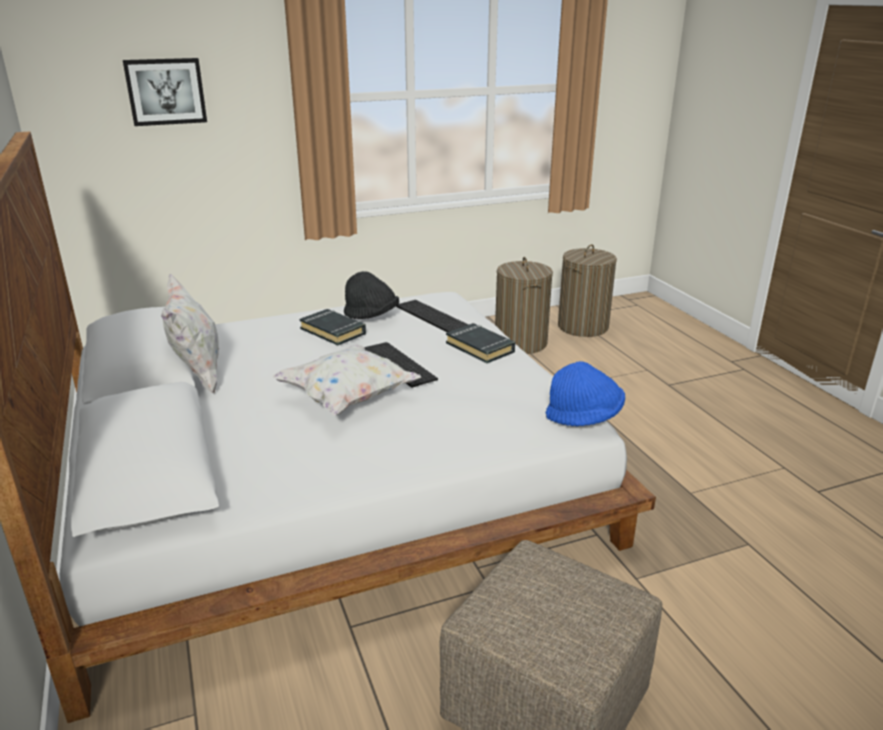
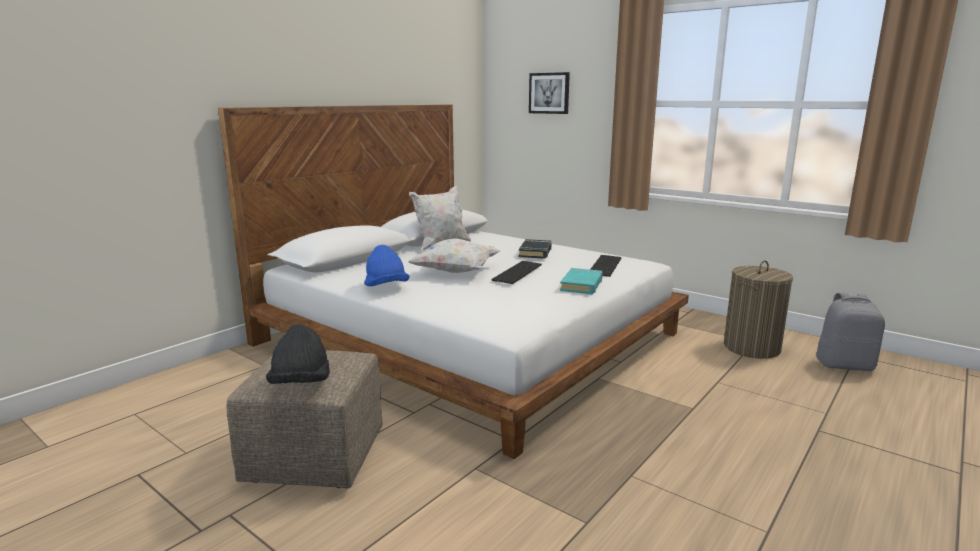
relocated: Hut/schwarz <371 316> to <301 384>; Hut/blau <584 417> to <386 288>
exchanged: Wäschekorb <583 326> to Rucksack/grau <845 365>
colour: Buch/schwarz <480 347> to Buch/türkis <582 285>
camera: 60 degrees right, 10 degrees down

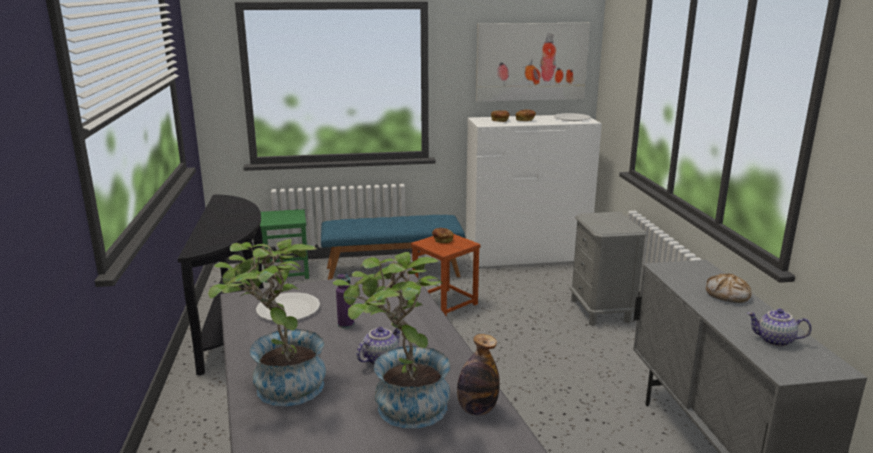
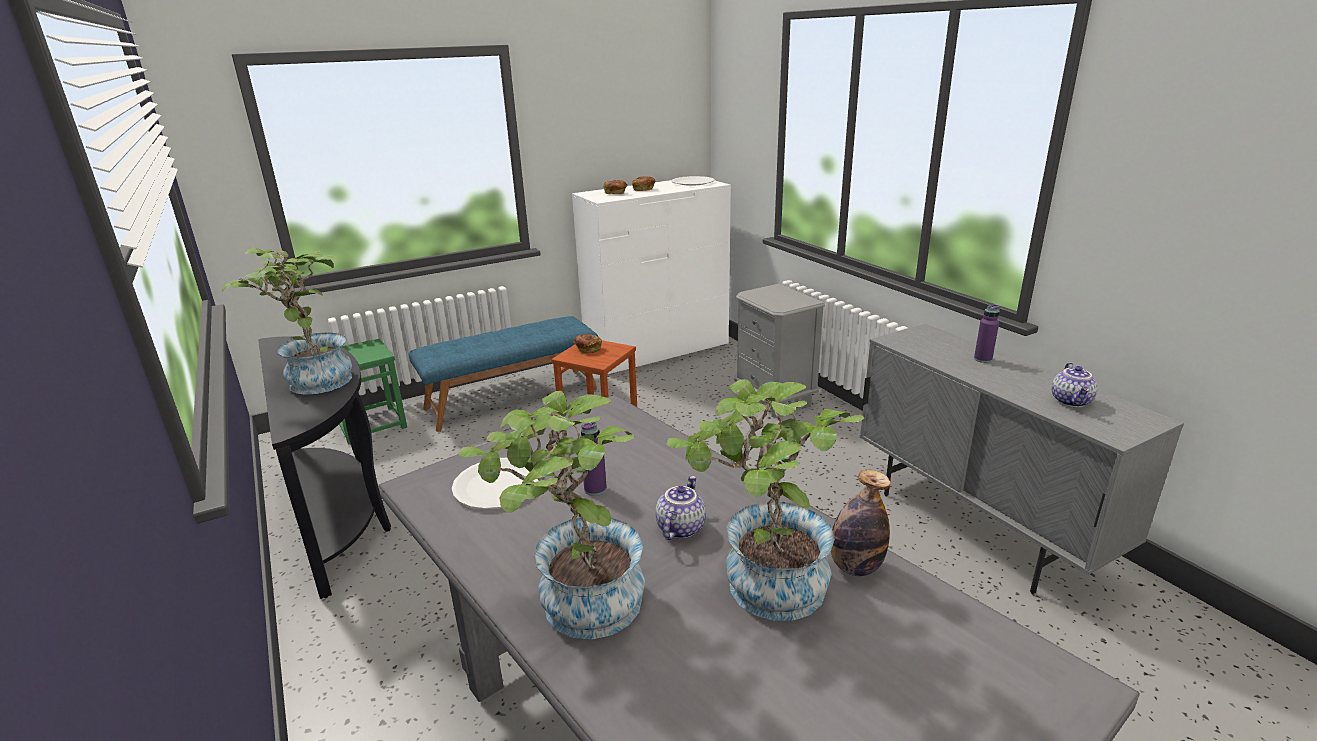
missing: Bild <531 62>
appeared: Topfpflanze <313 380>
exchanged: Brot <727 295> to Flasche/lila <982 359>
spun: Teekanne <774 341> = <1072 401> 75 degrees counterclockwise
camera: 20 degrees left, 5 degrees up

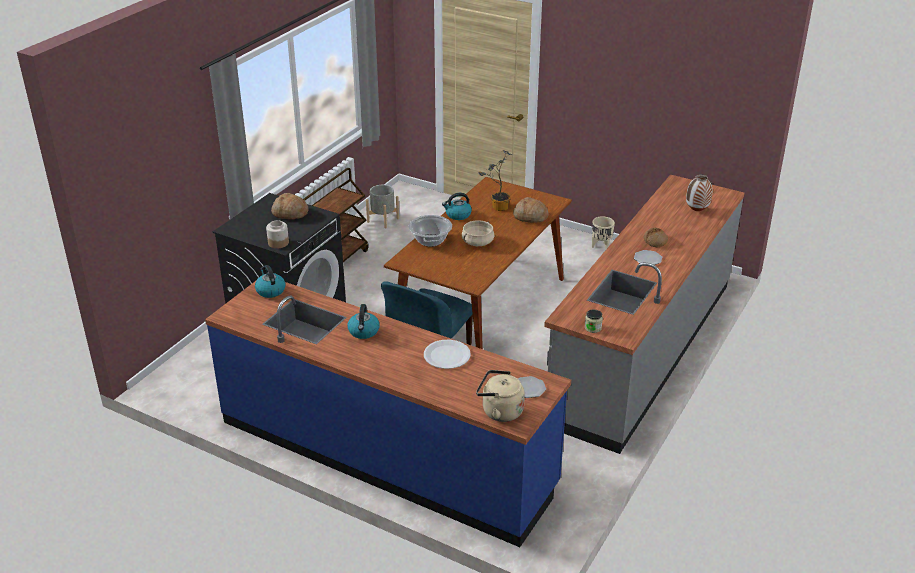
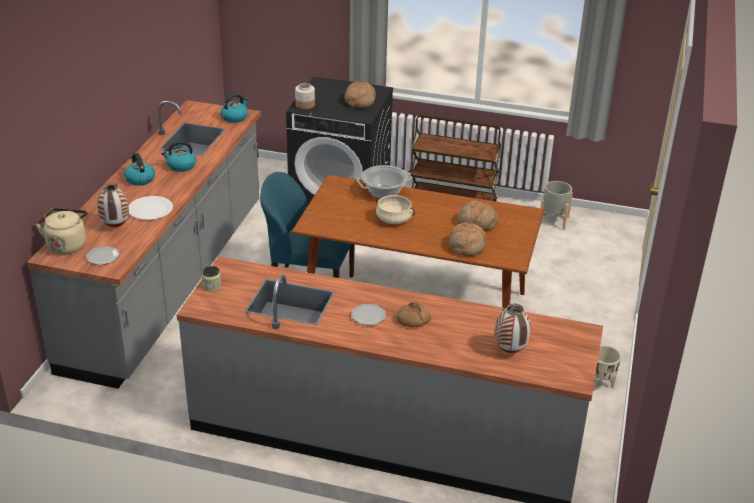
appeared: Vase <116 227>
relocated: Wasserkessel <458 215> to <140 179>
exchanged: Topfpflanze <497 207> to Brot <476 223>
colour: Küchenzeile/blau <386 453> to Küchenzeile/grau <169 283>
camera: 75 degrees right, 0 degrees up

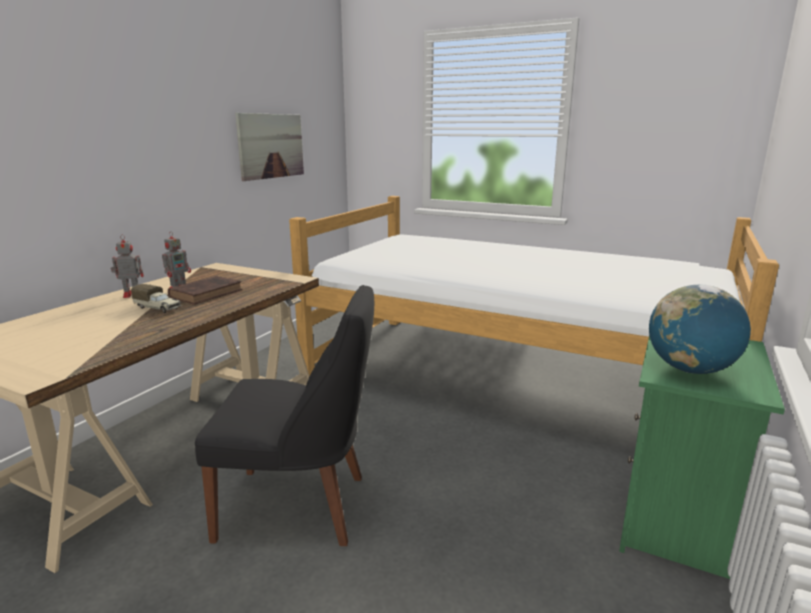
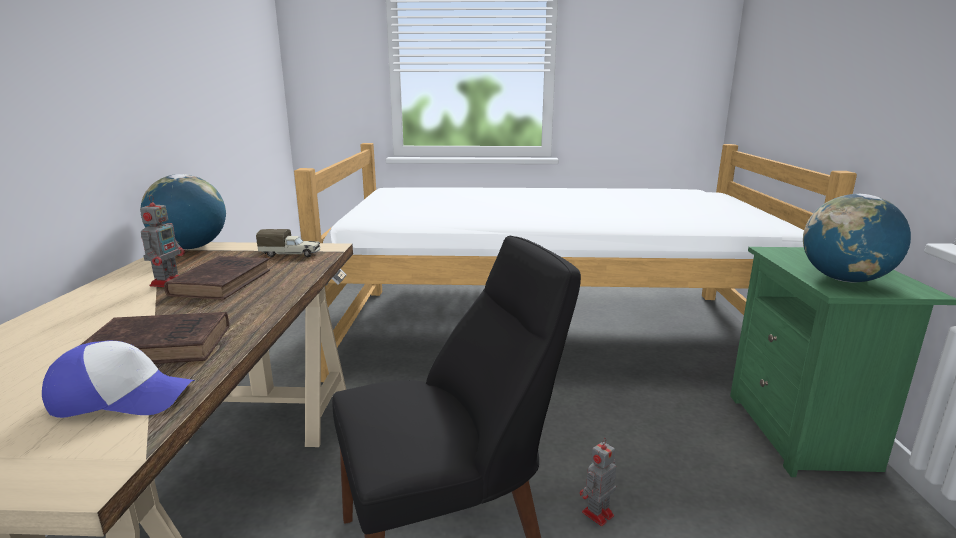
missing: Bild <271 146>
appeared: Kappe <122 397>; Buch/braun <164 346>; Globus <190 248>
relocated: Spielzeuglaster <158 308> to <291 254>; Spielzeugroboter <131 295> to <596 515>
camera: 25 degrees left, 0 degrees up

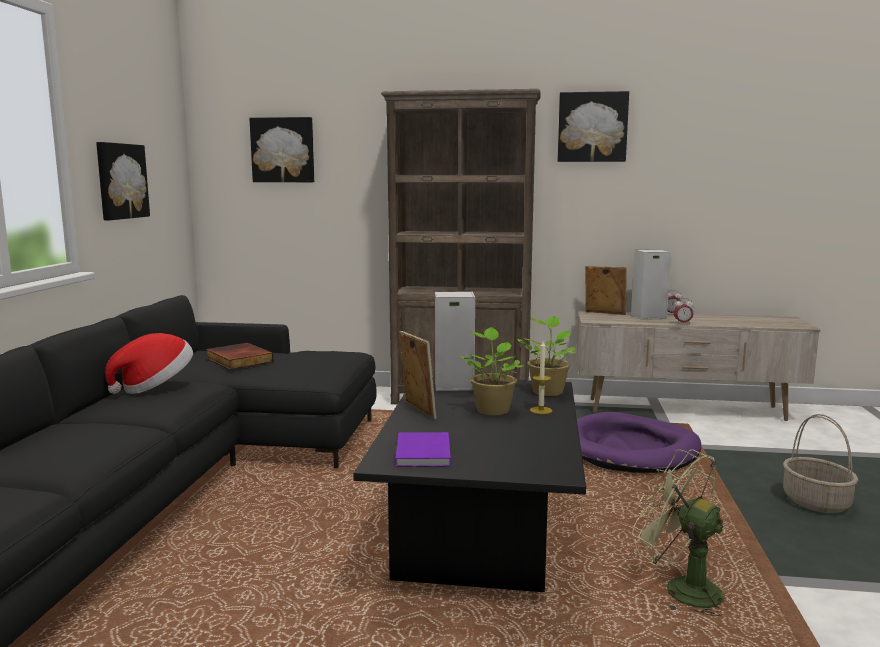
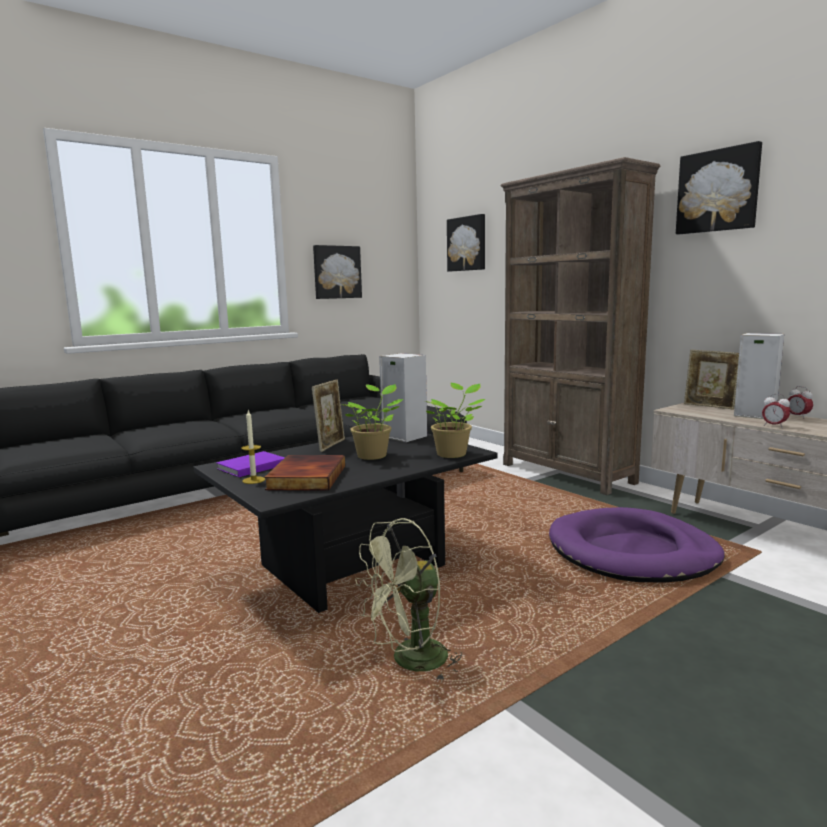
missing: Hut <155 387>; Korb <817 502>
relocated: Kerze <541 410> to <253 480>; Buch <238 360> to <305 477>
spun: Ventilator/grün <680 590> = <410 662> 120 degrees counterclockwise; Bilderrahmen <604 314> = <709 406> 150 degrees clockwise
camera: 45 degrees right, 0 degrees up

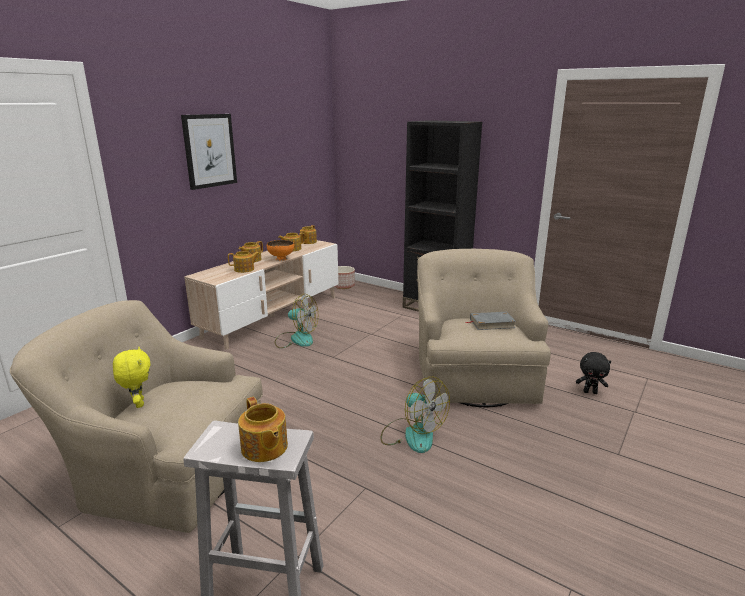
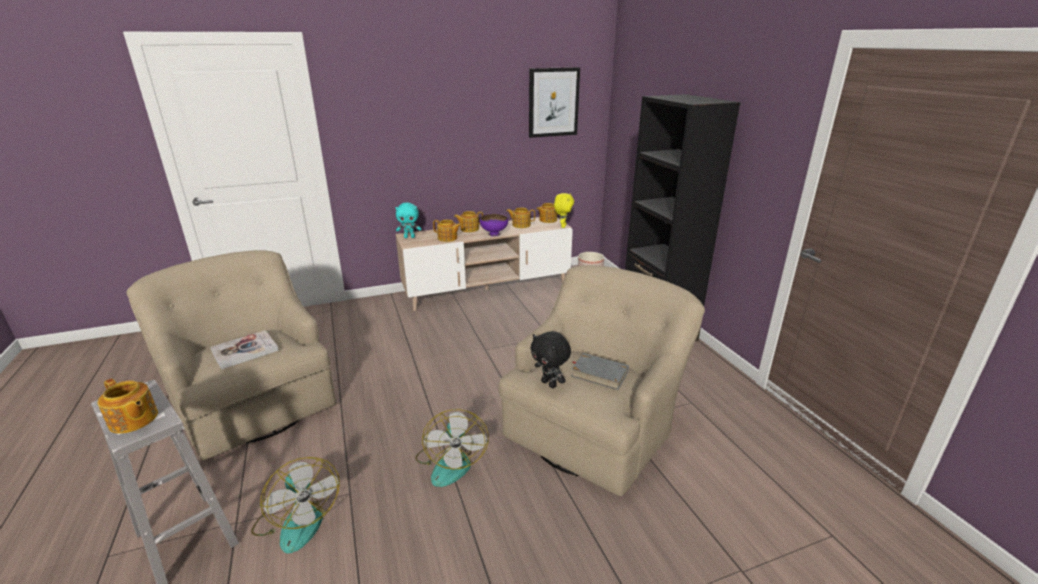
appeared: Buch <245 351>; Plüschtier/türkis <409 237>
relocated: Ventilator <296 339> to <297 520>; Bild <209 151> to <553 102>; Plüschtier/schwarz <590 392> to <549 384>; Plüschtier/gelb <138 403> to <562 226>
colour: Schüssel/orange <281 259> to Schüssel/lila <494 234>
spun: Teekanne <264 448> = <133 420> 60 degrees counterclockwise
camera: 35 degrees right, 5 degrees up

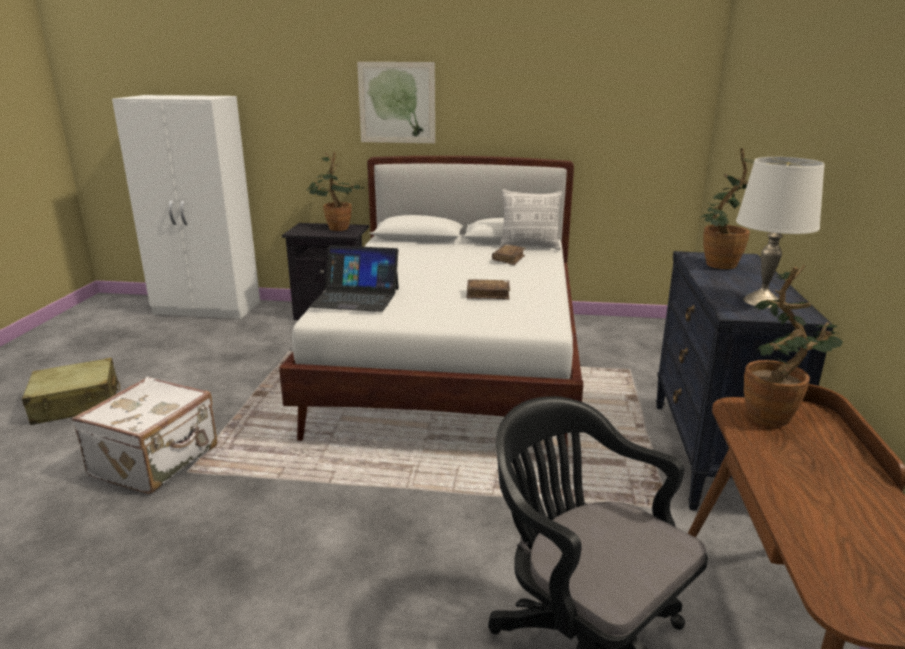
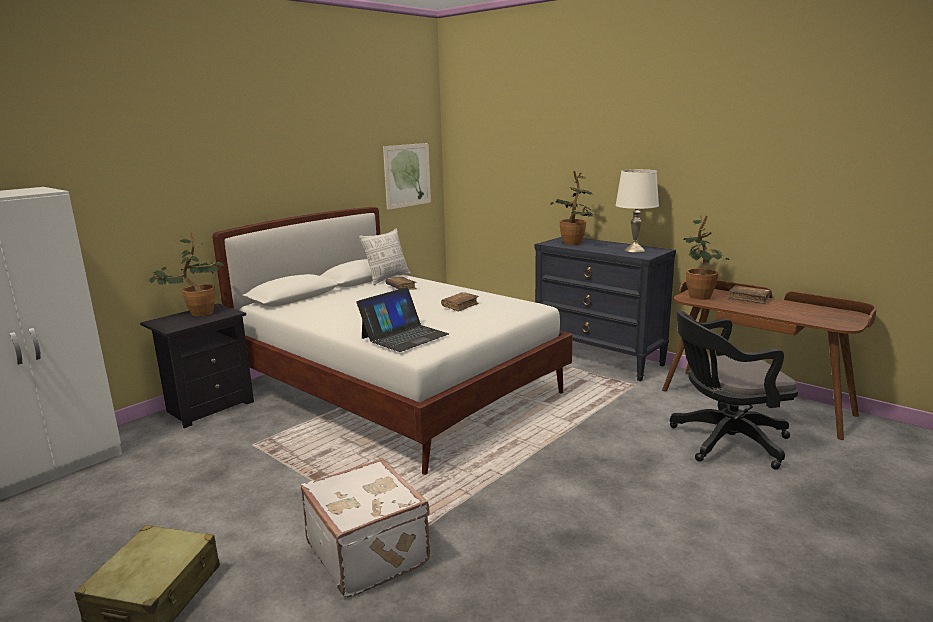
appeared: Buch/braun <749 299>
relocated: Bild <397 103> to <407 175>
camera: 55 degrees left, 5 degrees down

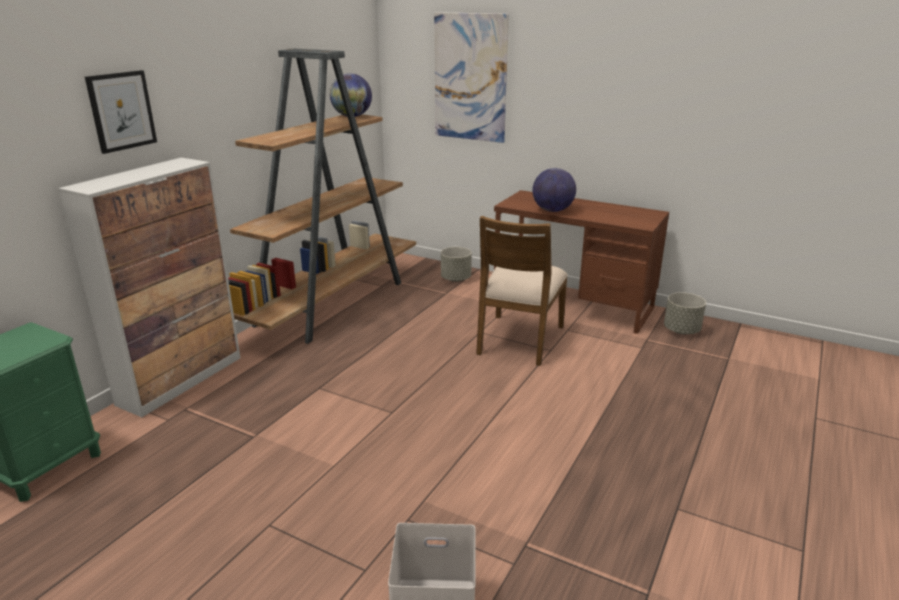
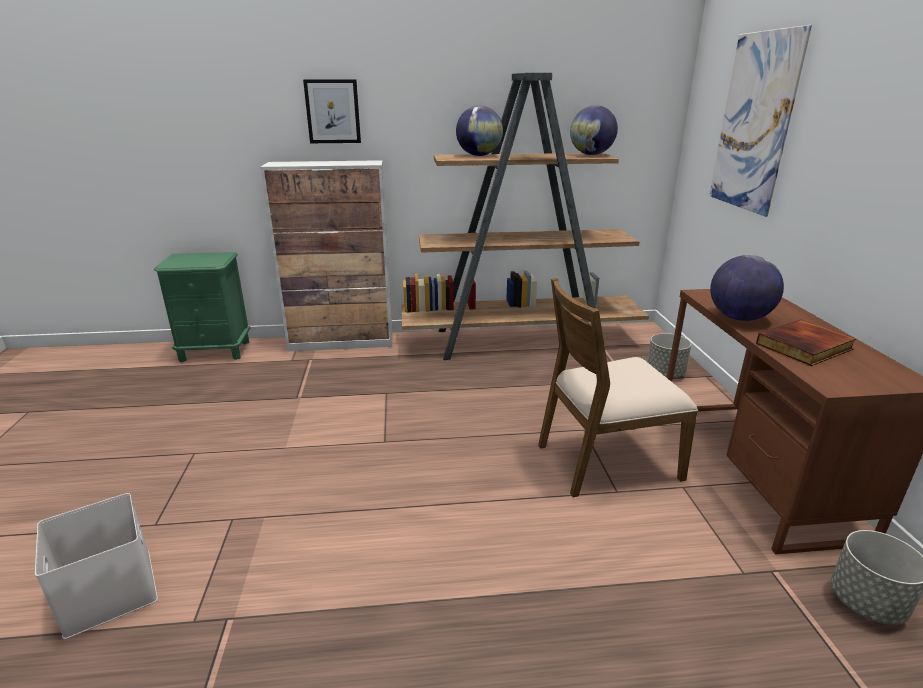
appeared: Globus <479 155>; Buch <805 347>
camera: 55 degrees right, 0 degrees up

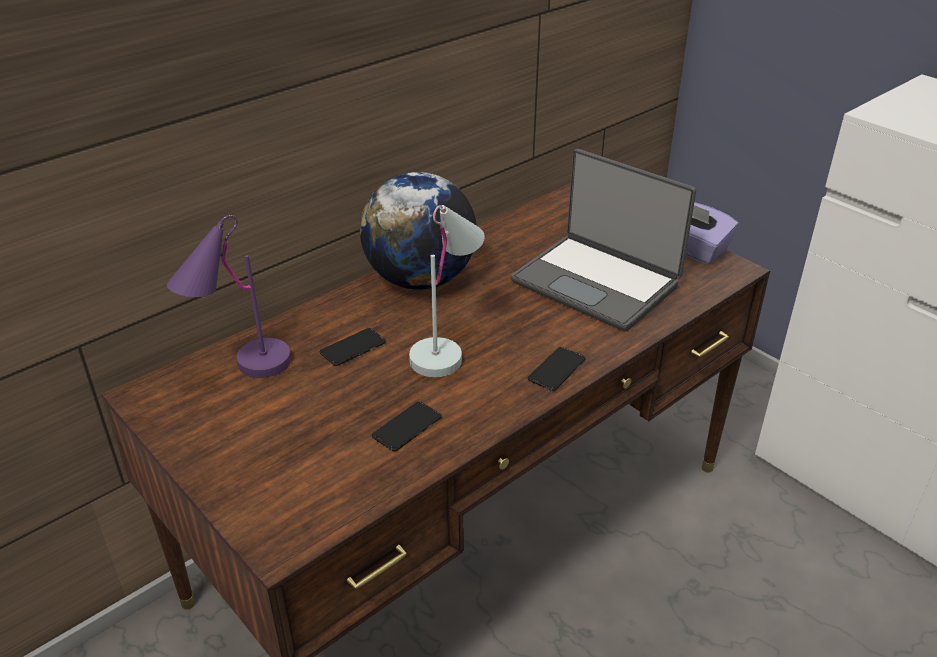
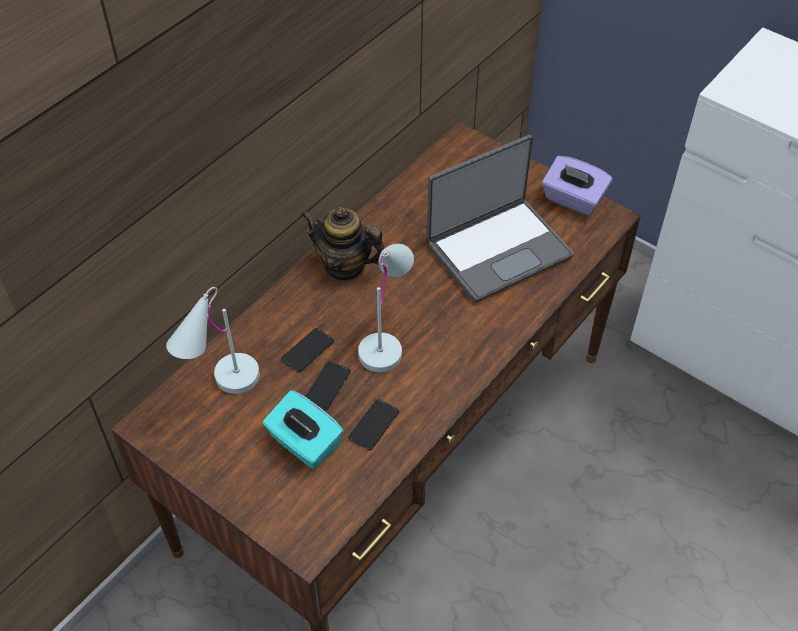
appeared: Taschentuchbox/türkis <304 443>
relocated: Handy <556 369> to <327 386>
exchanged: Globus <420 280> to Teekanne <345 266>
colour: Tischlampe/lila <241 370> to Tischlampe/weiß <221 388>
spun: Laptop <597 282> = <497 249> 60 degrees counterclockwise
camera: 10 degrees left, 15 degrees up

